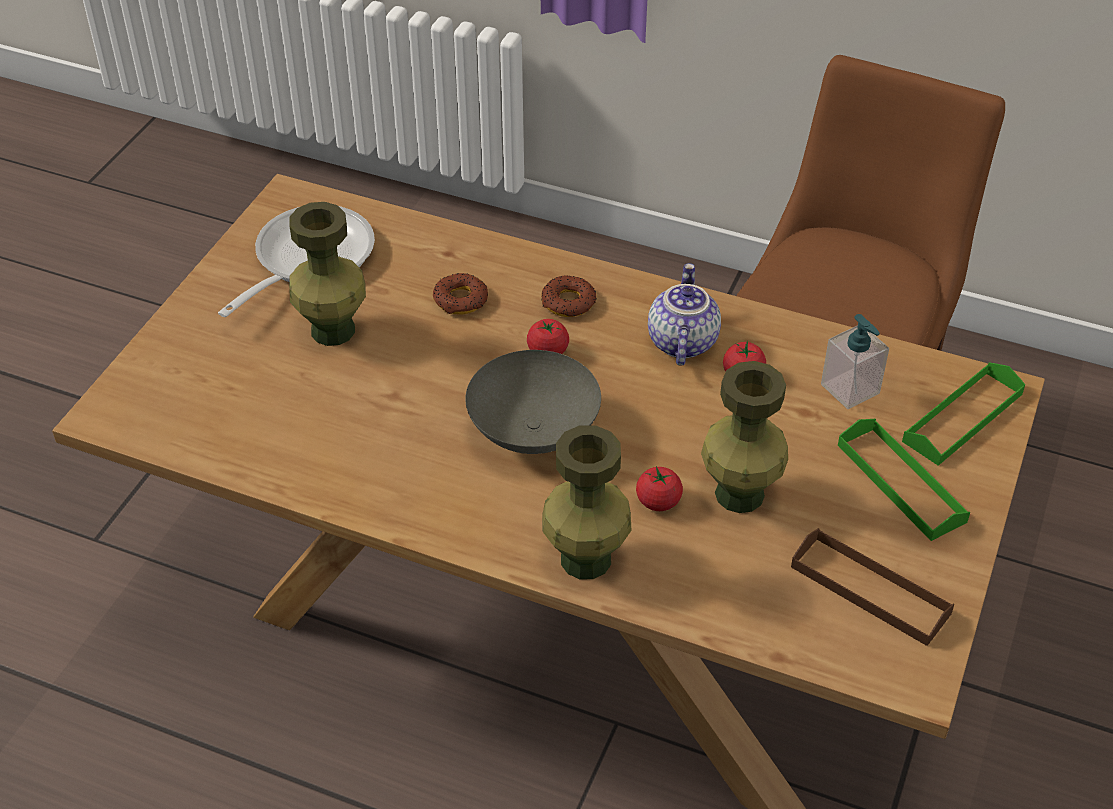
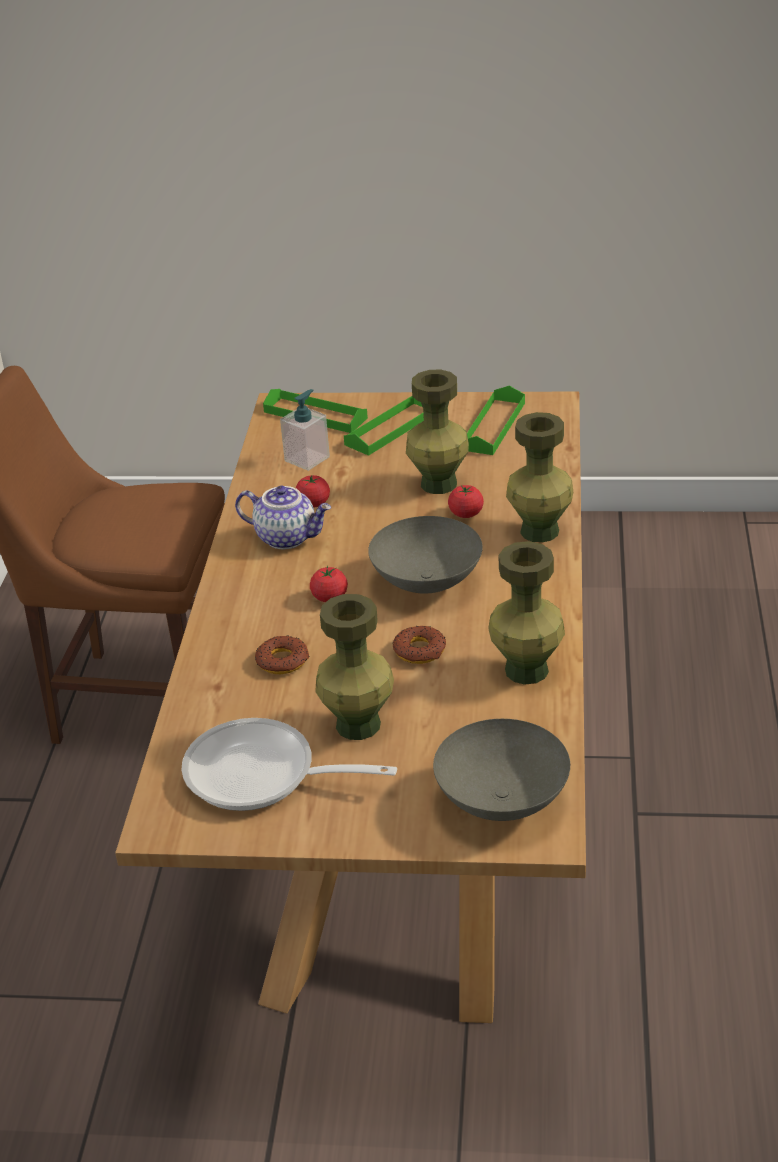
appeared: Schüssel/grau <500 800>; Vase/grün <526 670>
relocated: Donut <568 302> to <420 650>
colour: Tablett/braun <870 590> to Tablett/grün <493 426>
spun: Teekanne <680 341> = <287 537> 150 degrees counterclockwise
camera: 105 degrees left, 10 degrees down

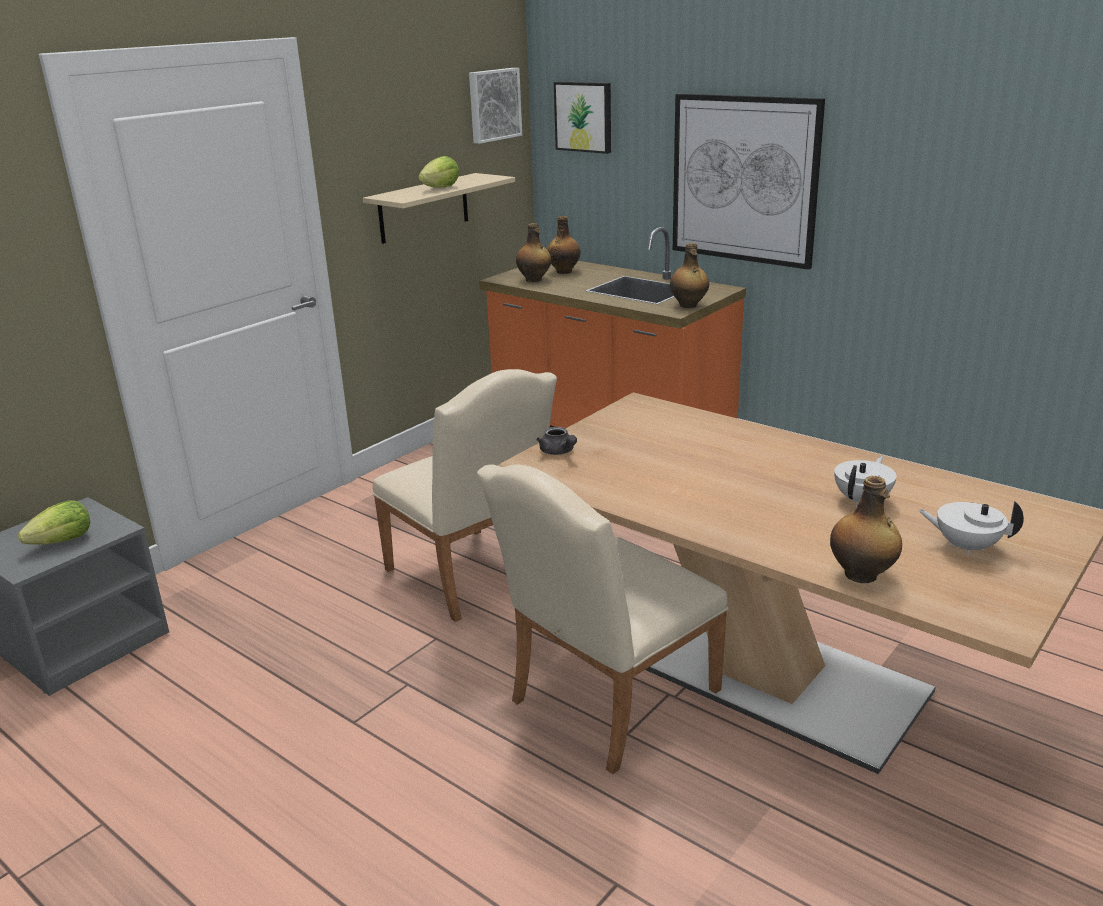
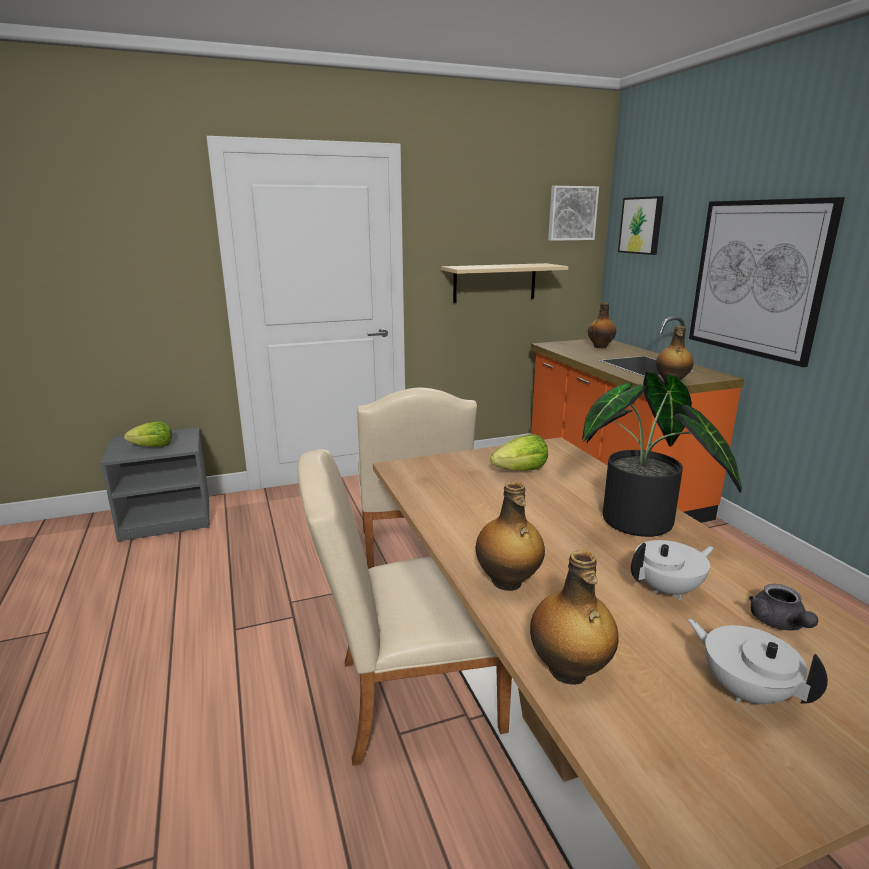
appeared: Topfpflanze <641 525>
relocated: Flasche <534 280> to <507 582>; Salatkopf <441 188> to <521 471>; Teekanne/grau <558 452> to <779 624>
camera: 30 degrees right, 5 degrees down

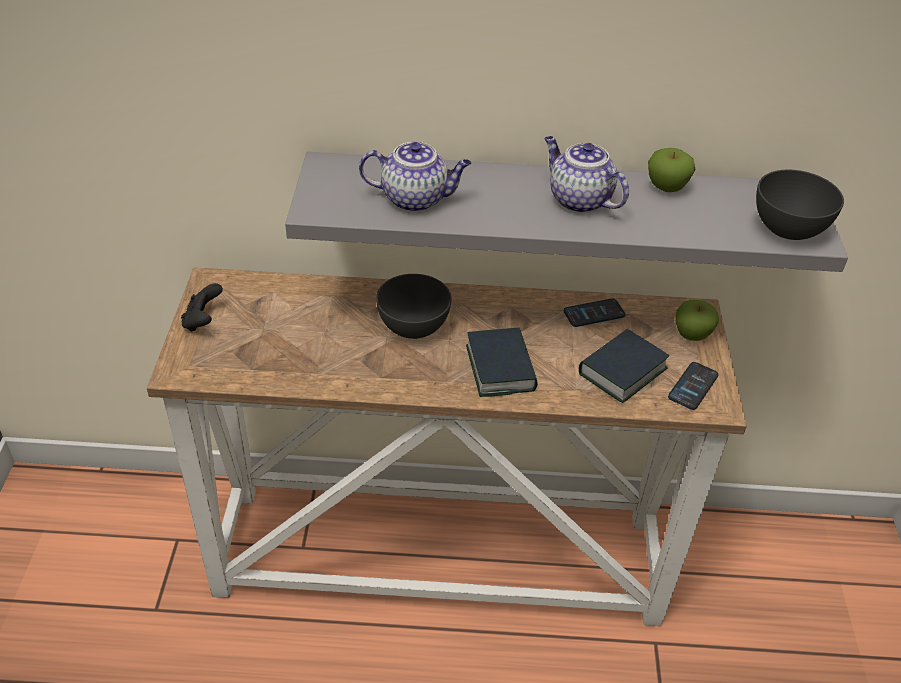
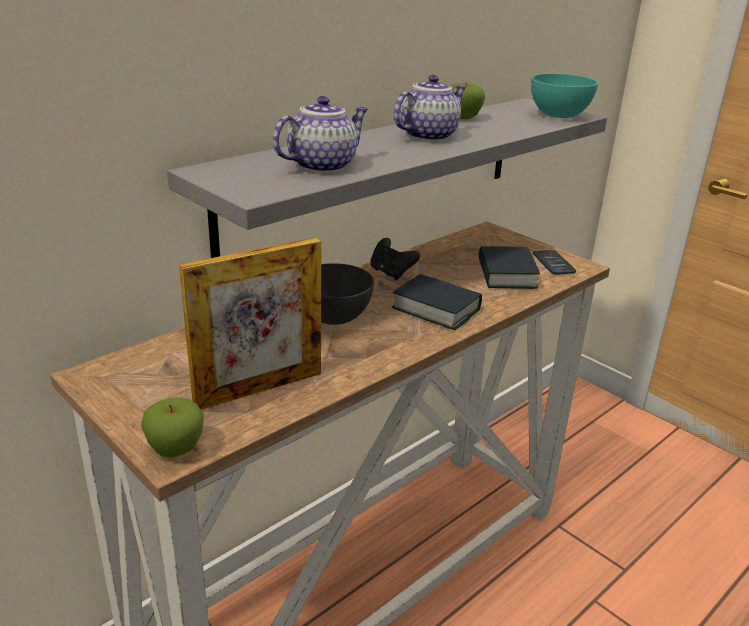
missing: Handy <594 313>
appeared: Bilderrahmen <259 388>
relocated: Apfel <691 335> to <176 450>; Gamepad/schwarz <203 321> to <391 273>
colour: Schüssel/grau <788 230> to Schüssel/türkis <559 115>
spun: Teekanne <578 200> = <429 135> 135 degrees clockwise
camera: 45 degrees left, 15 degrees down

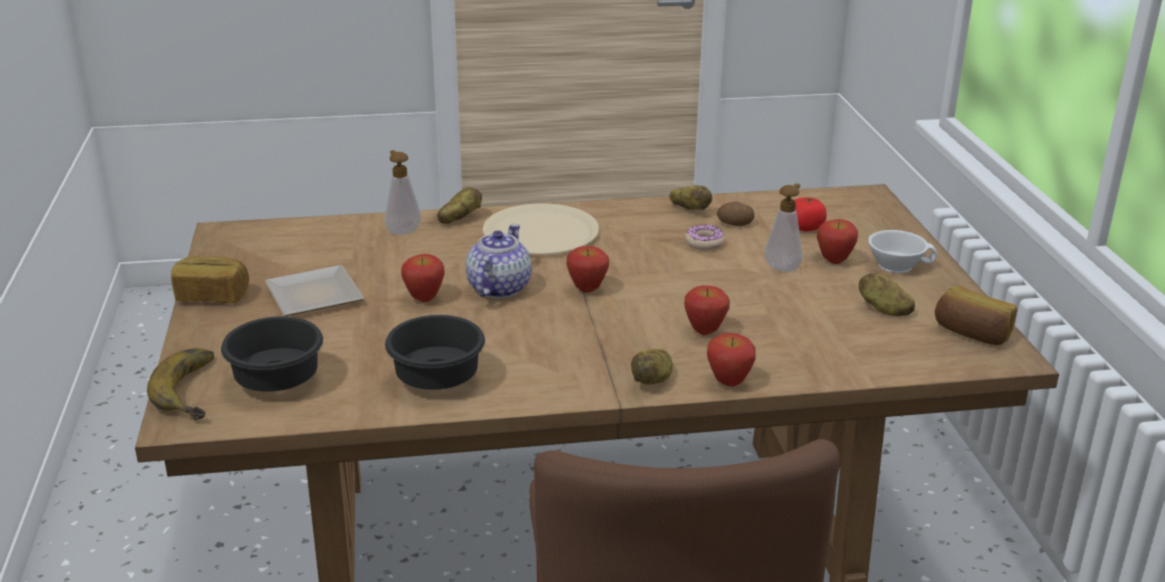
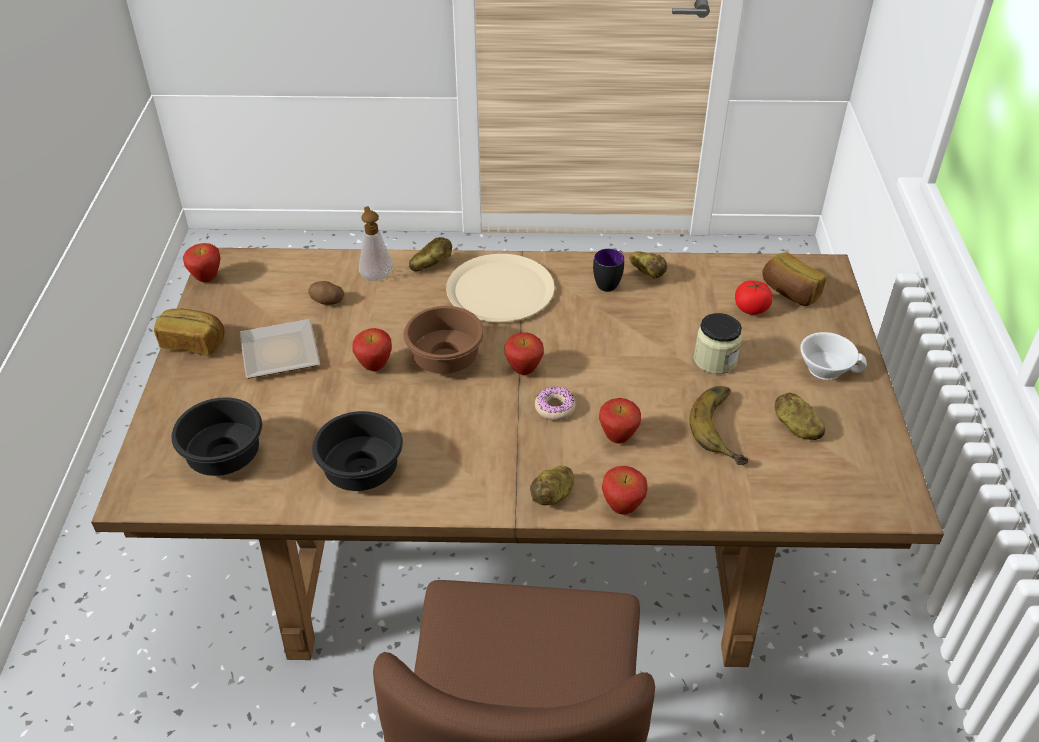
appeared: Henkelbecher <609 282>
relocated: Apfel <834 261> to <207 279>; Kartoffel <735 224> to <326 301>; Donut <704 243> to <555 408>; Banane <198 389> to <727 428>; Brot <972 333> to <789 292>
exchanged: Teekanne <498 288> to Schüssel/braun <443 360>; Seifenspender <783 267> to Vorratsglas <715 360>
camera: 10 degrees right, 15 degrees up

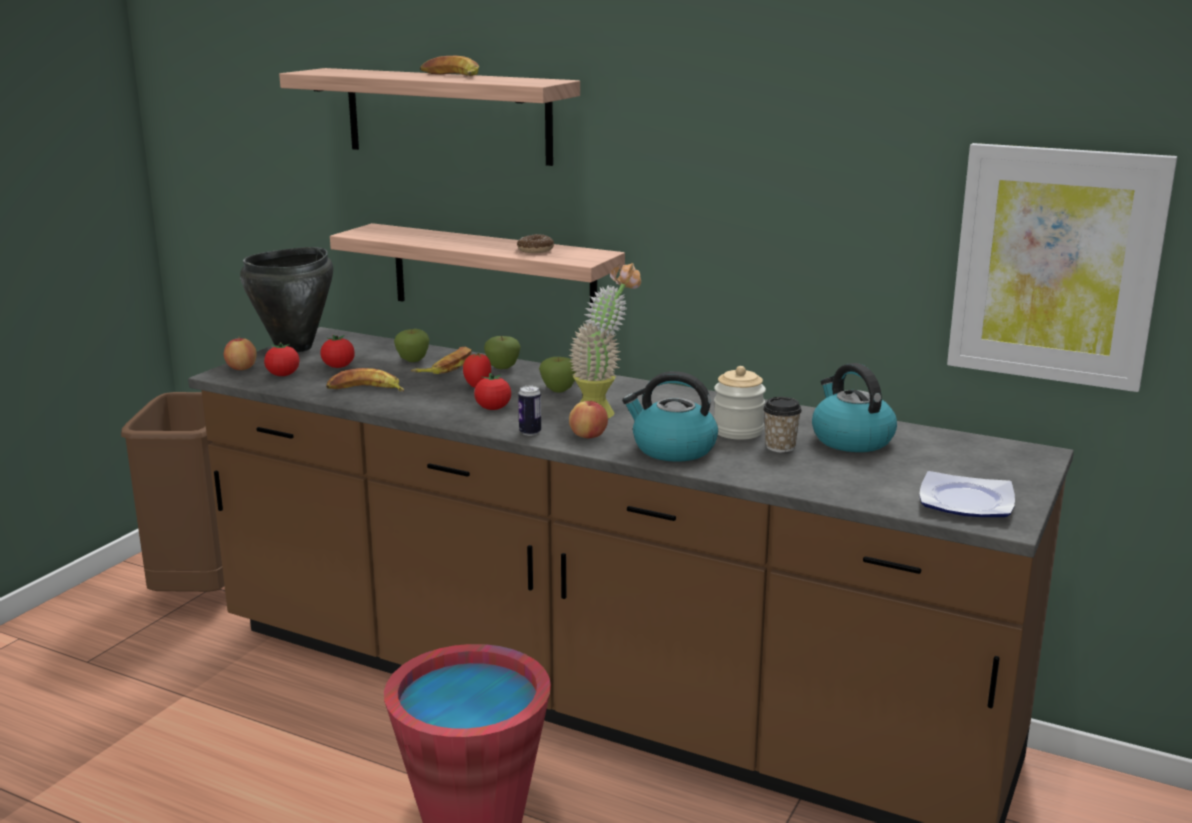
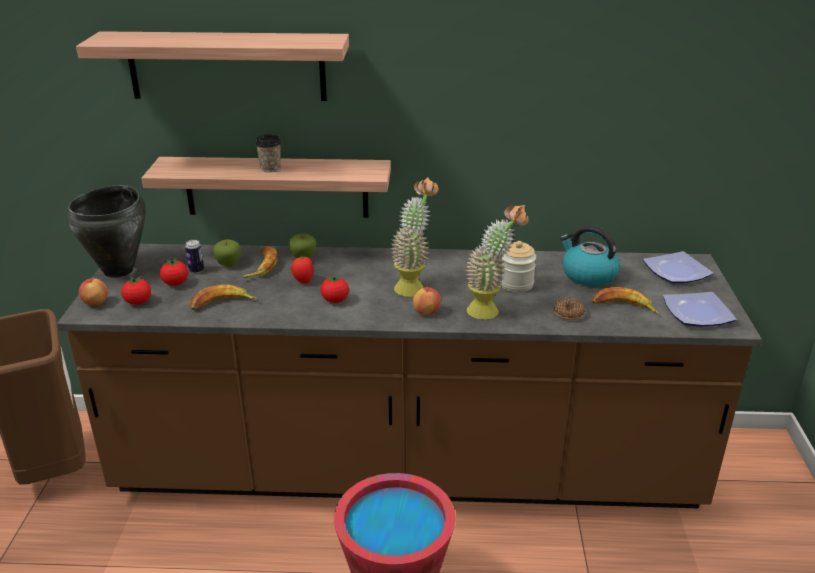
missing: Apfel <558 390>; Bild <1055 265>
appeared: Teller <676 272>
relocated: Dose <530 432> to <196 270>; Tasse <780 447> to <270 169>; Donut <535 250> to <569 314>; Banane <451 76> to <623 307>
exchanged: Wasserkessel <672 449> to Topfpflanze <491 310>
camera: 25 degrees left, 10 degrees up

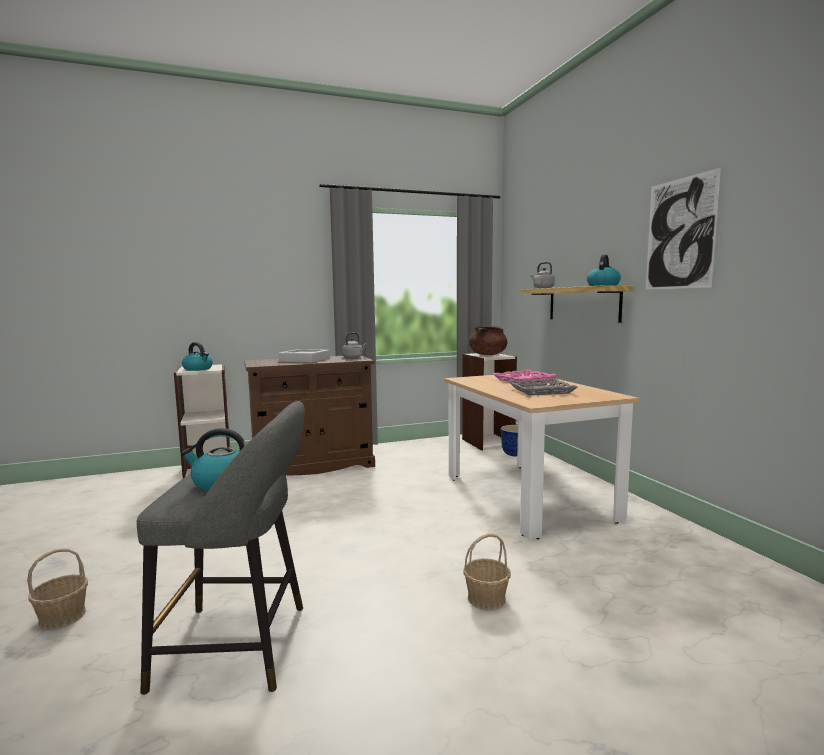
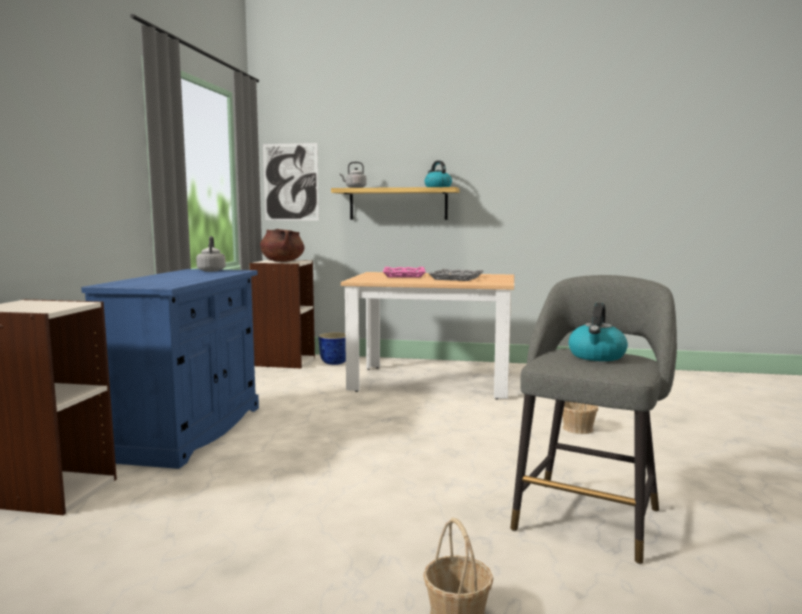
missing: Wasserkessel <198 369>; Tablett/grau <304 360>
relocated: Bild <680 234> to <290 182>
colour: Schrank/braun <312 465> to Schrank/blau <188 432>
camera: 60 degrees left, 0 degrees up

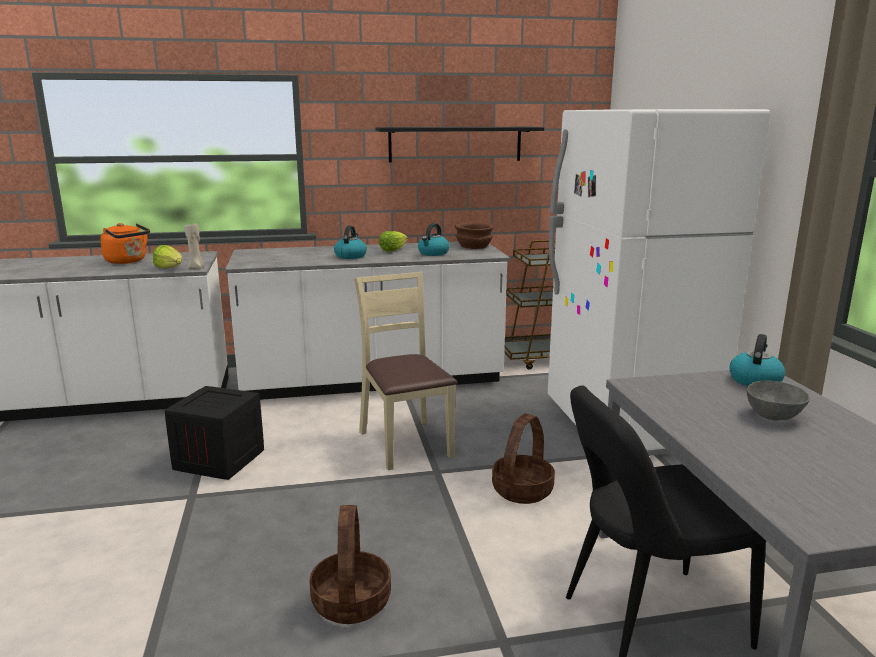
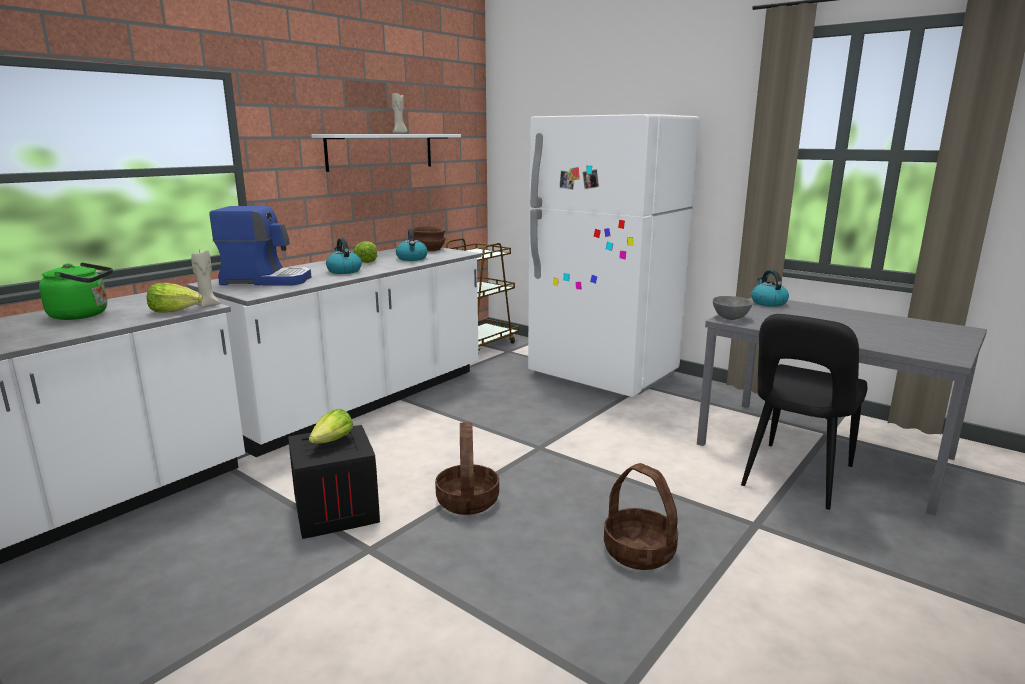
missing: Stuhl/beige <405 443>
appeared: Kaffeemaschine <267 280>; Salatkopf <333 441>; Kerze/beige <399 133>
relocated: Korb <522 490> to <467 500>; Schüssel/grau <774 416> to <730 317>
colour: Wasserkessel/orange <127 261> to Wasserkessel/grün <83 315>; Wandregal/schwarz <455 144> to Wandregal/weiß <381 151>
camera: 40 degrees left, 0 degrees up

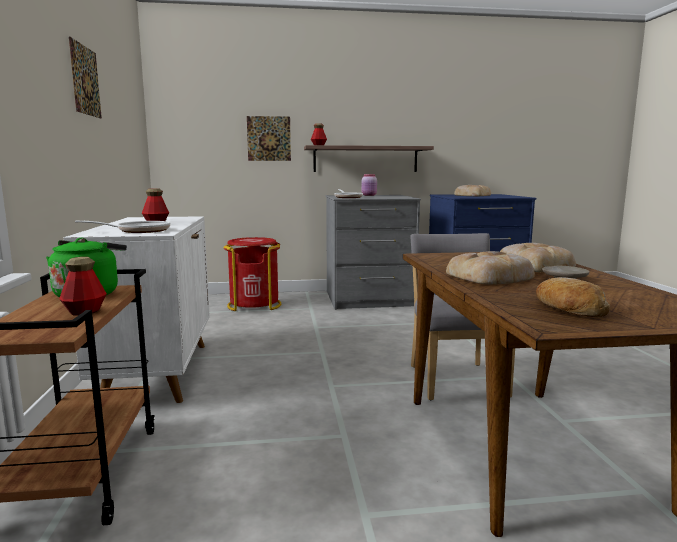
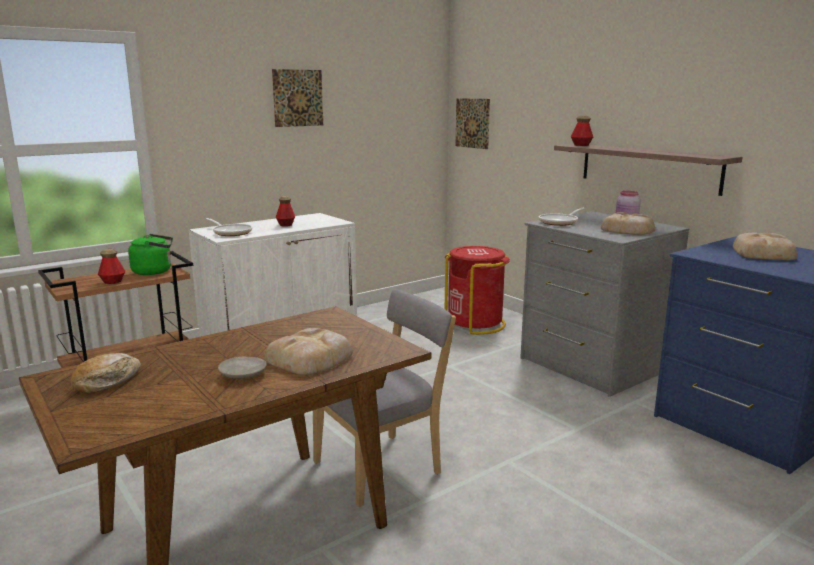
relocated: Bild <269 138> to <472 123>; Brot <491 277> to <628 230>
camera: 60 degrees right, 5 degrees up

